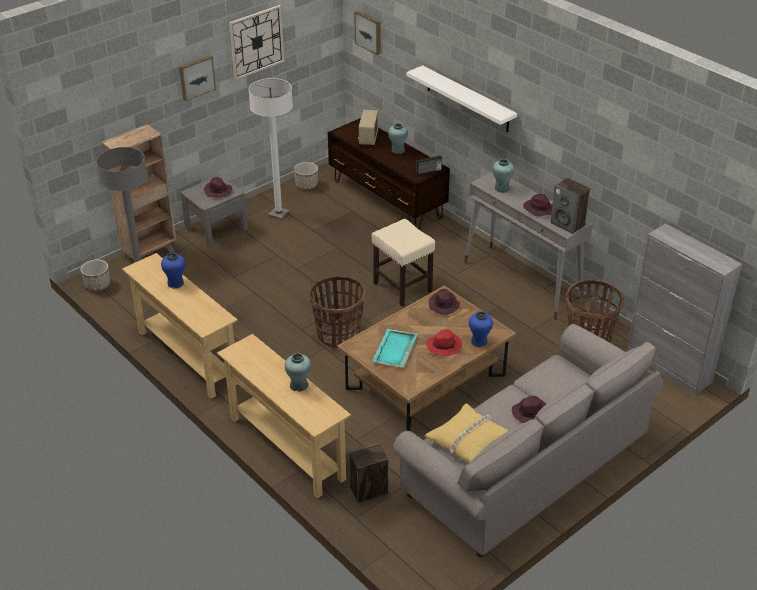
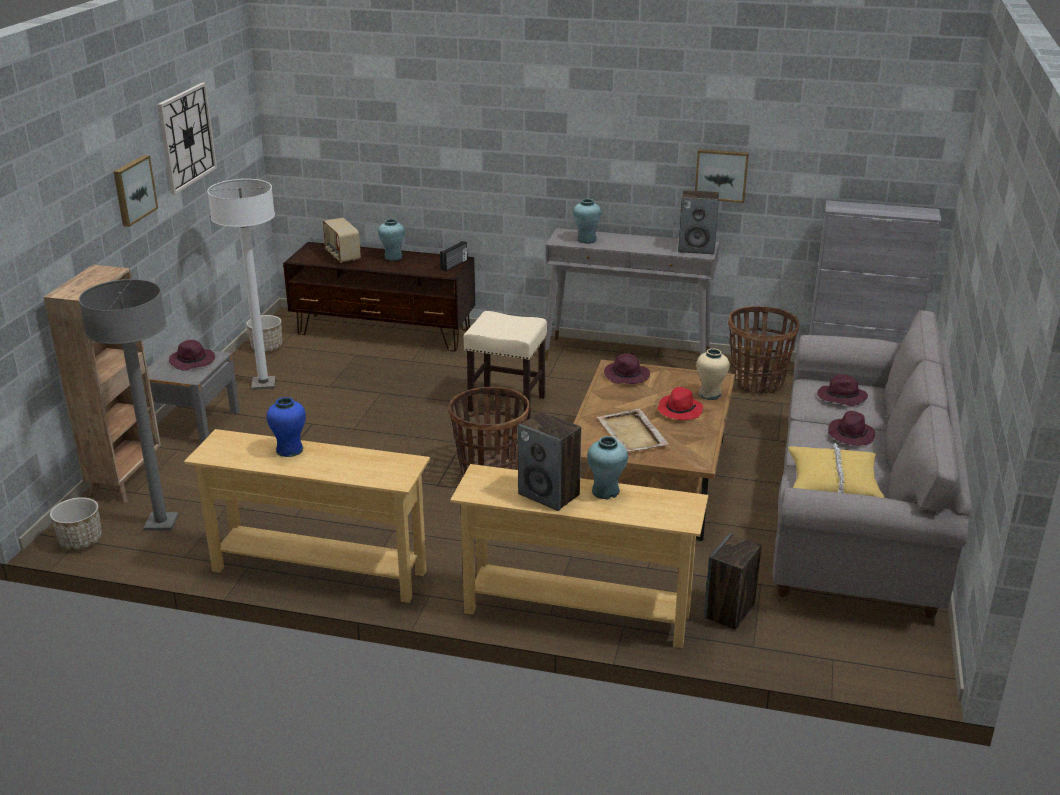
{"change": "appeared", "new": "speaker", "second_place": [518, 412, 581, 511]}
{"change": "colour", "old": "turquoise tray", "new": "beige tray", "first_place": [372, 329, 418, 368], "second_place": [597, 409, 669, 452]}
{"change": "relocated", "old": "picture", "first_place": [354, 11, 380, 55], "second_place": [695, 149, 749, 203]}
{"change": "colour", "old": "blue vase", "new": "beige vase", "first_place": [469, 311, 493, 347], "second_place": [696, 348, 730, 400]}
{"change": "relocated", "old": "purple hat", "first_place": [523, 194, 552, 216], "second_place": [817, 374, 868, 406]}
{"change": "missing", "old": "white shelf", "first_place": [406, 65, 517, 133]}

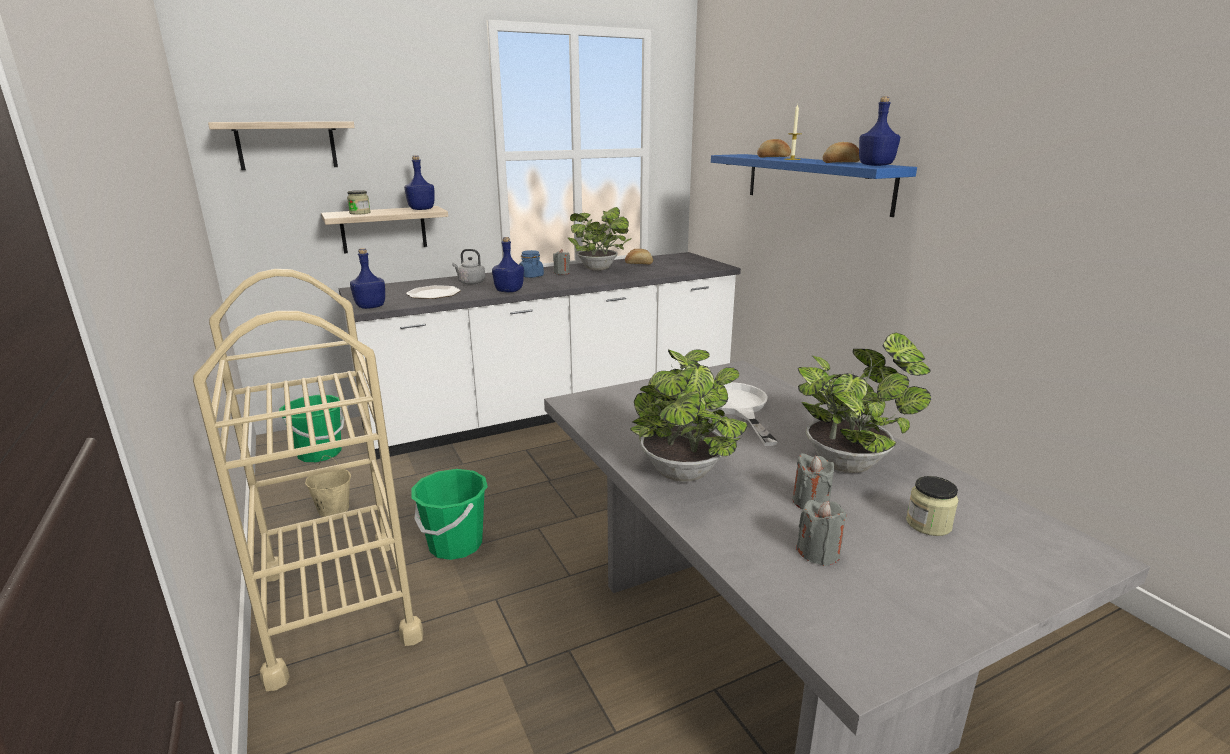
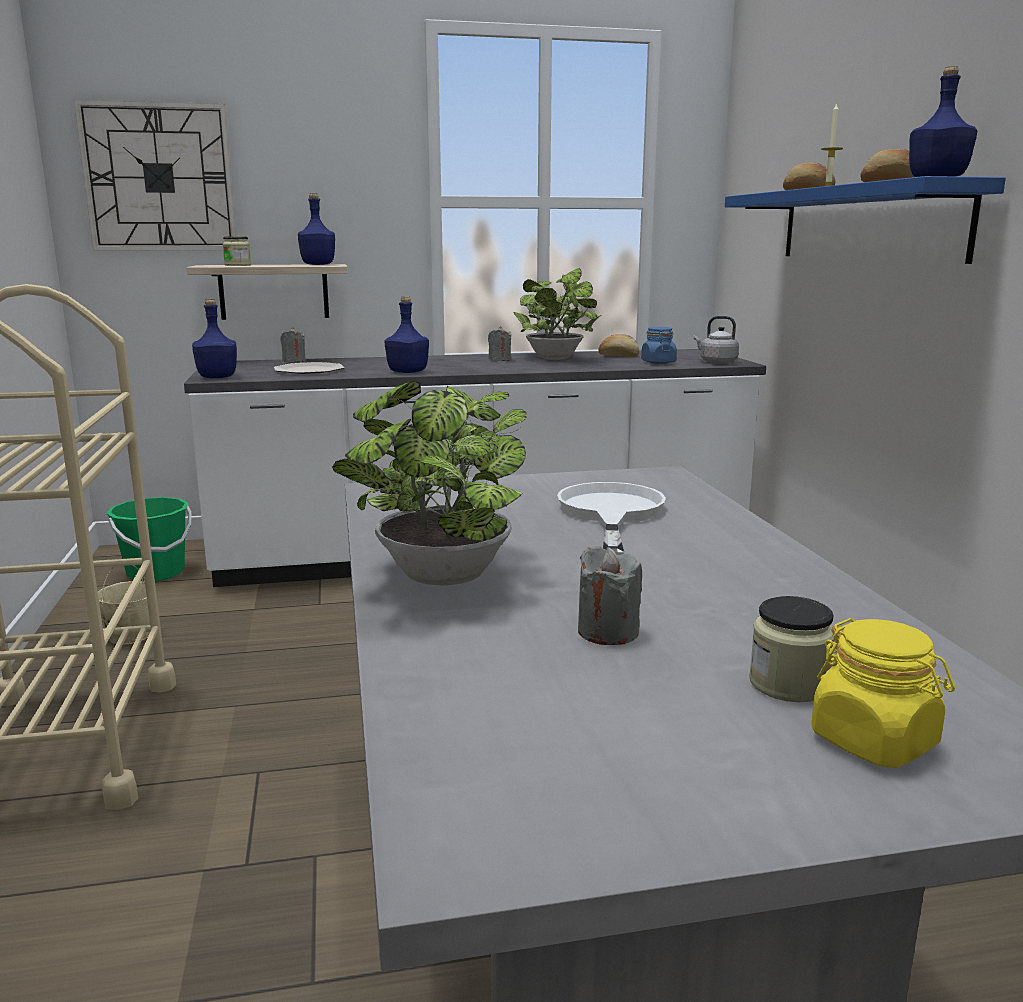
{"change": "exchanged", "old": "shelf", "new": "wall clock", "first_place": [208, 121, 355, 170], "second_place": [73, 100, 237, 251]}
{"change": "relocated", "old": "grey candle", "first_place": [796, 500, 847, 566], "second_place": [281, 327, 306, 362]}
{"change": "relocated", "old": "blue jar", "first_place": [519, 250, 544, 278], "second_place": [641, 327, 677, 364]}
{"change": "relocated", "old": "grey kettle", "first_place": [452, 249, 485, 285], "second_place": [694, 316, 739, 364]}
{"change": "appeared", "new": "yellow jar", "second_place": [812, 618, 955, 768]}
{"change": "missing", "old": "green bucket", "first_place": [411, 469, 488, 560]}
{"change": "missing", "old": "potted plant", "first_place": [798, 333, 931, 473]}

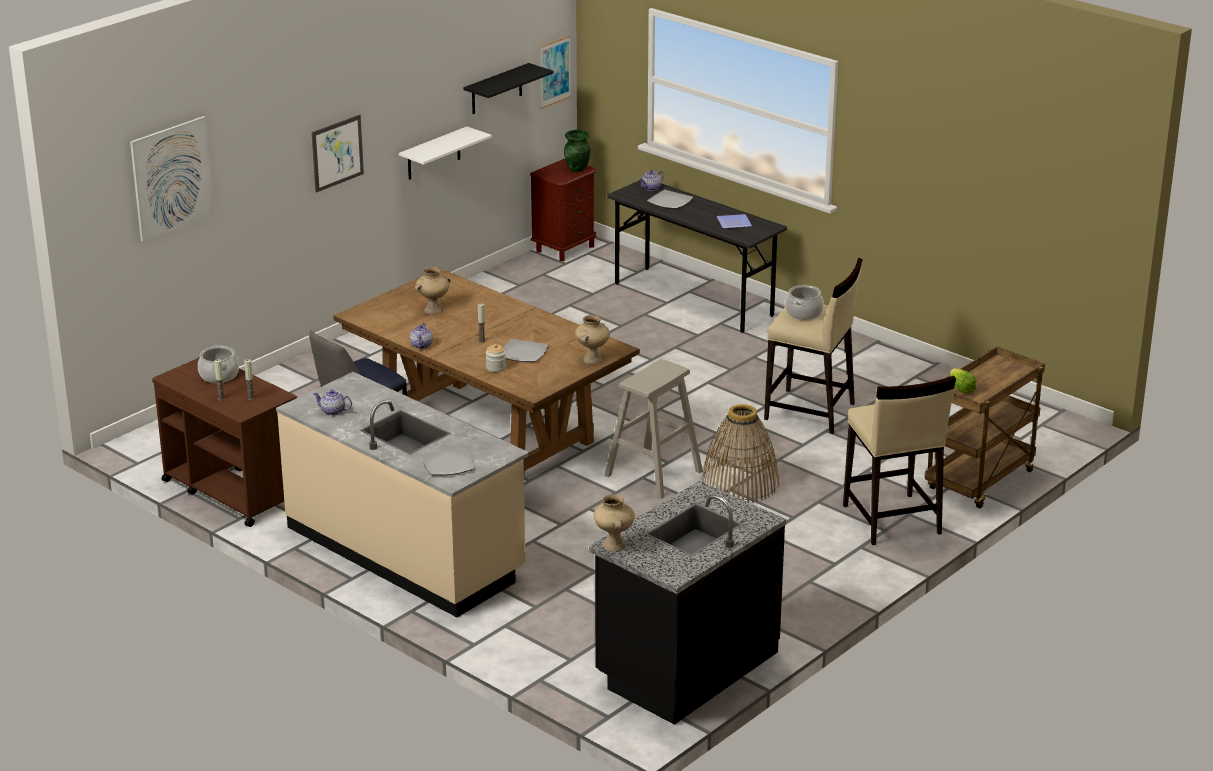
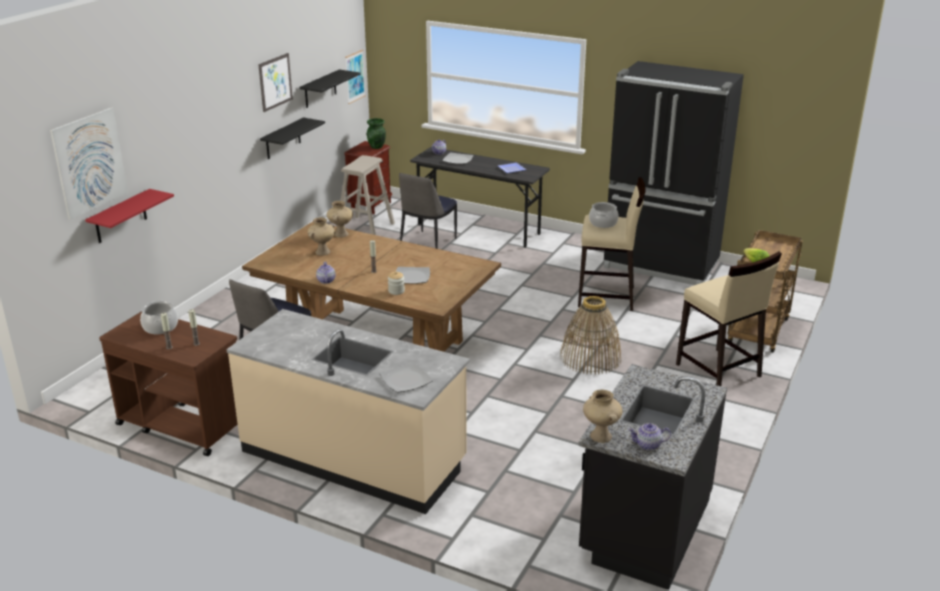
{"change": "appeared", "new": "red shelf", "second_place": [85, 189, 174, 243]}
{"change": "relocated", "old": "picture", "first_place": [311, 115, 364, 193], "second_place": [258, 53, 293, 112]}
{"change": "colour", "old": "white shelf", "new": "black shelf", "first_place": [399, 126, 492, 180], "second_place": [260, 117, 325, 159]}
{"change": "relocated", "old": "beige vase", "first_place": [575, 315, 610, 364], "second_place": [327, 201, 353, 238]}
{"change": "relocated", "old": "beige stool", "first_place": [604, 359, 703, 499], "second_place": [340, 155, 395, 235]}
{"change": "appeared", "new": "chair", "second_place": [399, 173, 457, 249]}
{"change": "appeared", "new": "black fridge", "second_place": [604, 61, 744, 285]}
{"change": "relocated", "old": "teapot", "first_place": [313, 390, 352, 416], "second_place": [628, 423, 671, 450]}

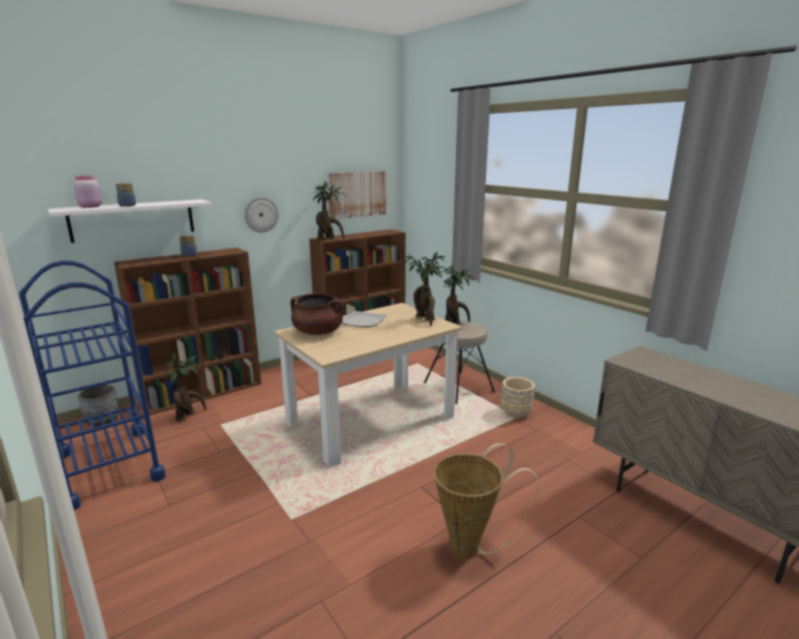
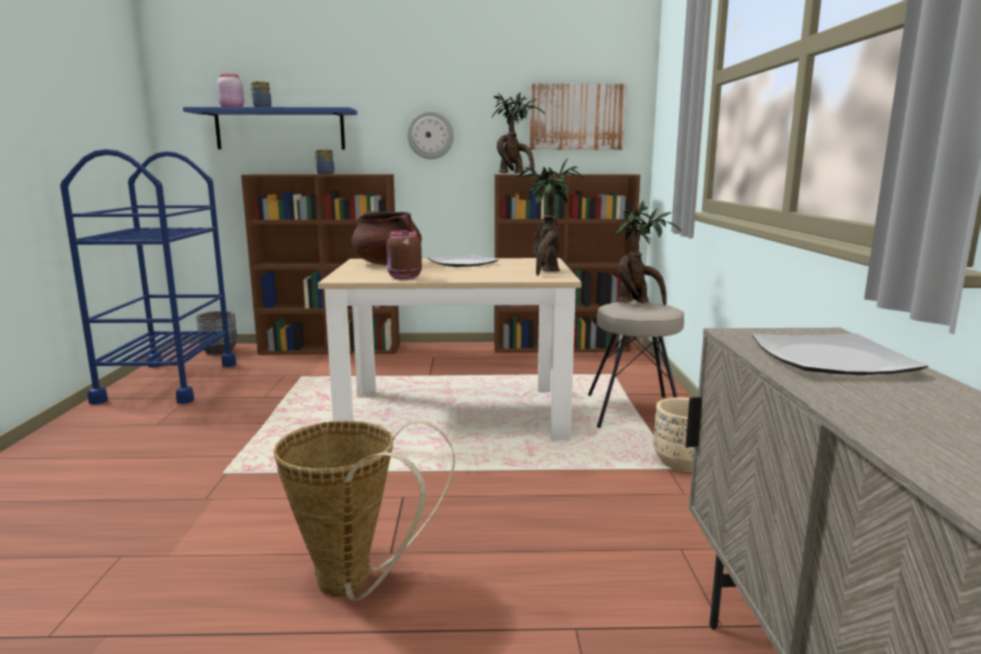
{"change": "colour", "old": "white shelf", "new": "blue shelf", "first_place": [48, 199, 212, 243], "second_place": [183, 107, 357, 149]}
{"change": "appeared", "new": "brown jar", "second_place": [386, 230, 422, 280]}
{"change": "appeared", "new": "plate", "second_place": [752, 333, 928, 375]}
{"change": "missing", "old": "potted plant", "first_place": [162, 353, 206, 421]}

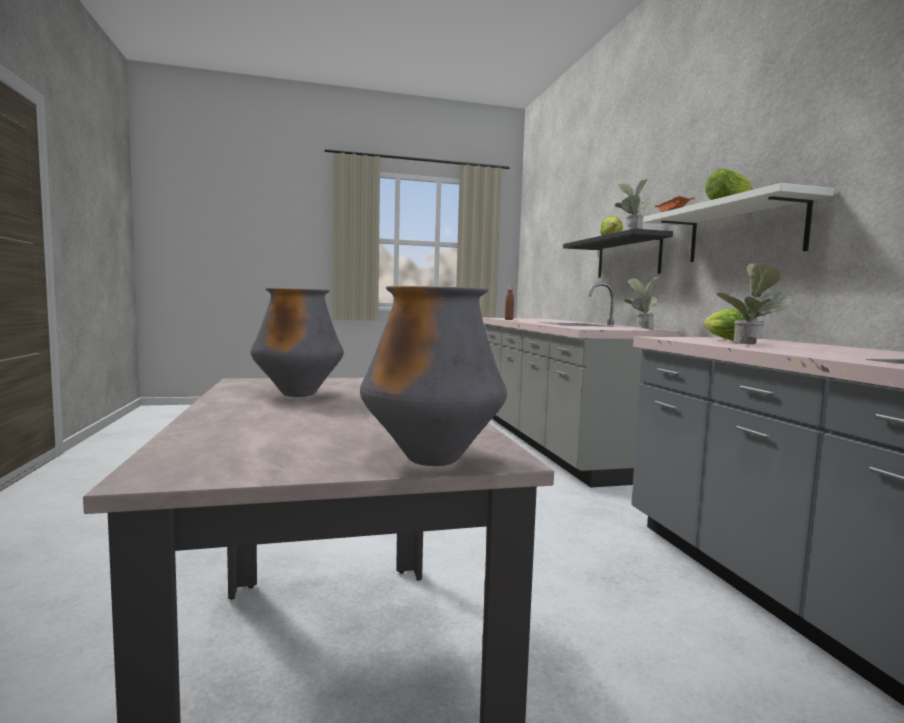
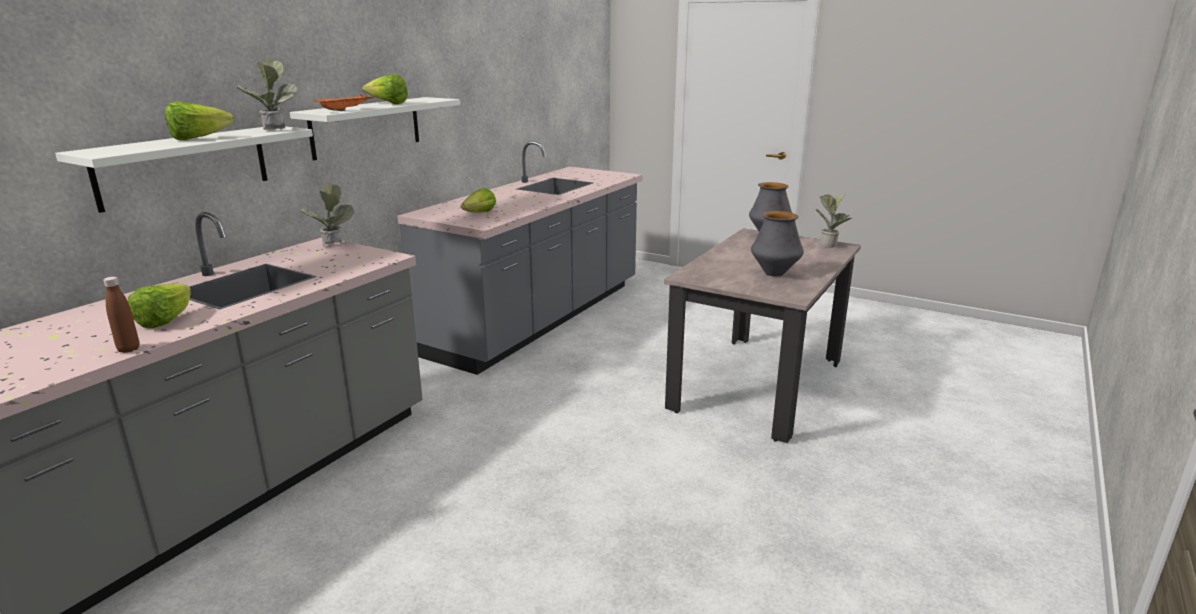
{"change": "colour", "old": "black shelf", "new": "white shelf", "first_place": [563, 229, 673, 278], "second_place": [55, 127, 313, 213]}
{"change": "appeared", "new": "lettuce", "second_place": [128, 283, 191, 329]}
{"change": "relocated", "old": "potted plant", "first_place": [716, 263, 793, 345], "second_place": [816, 194, 853, 248]}

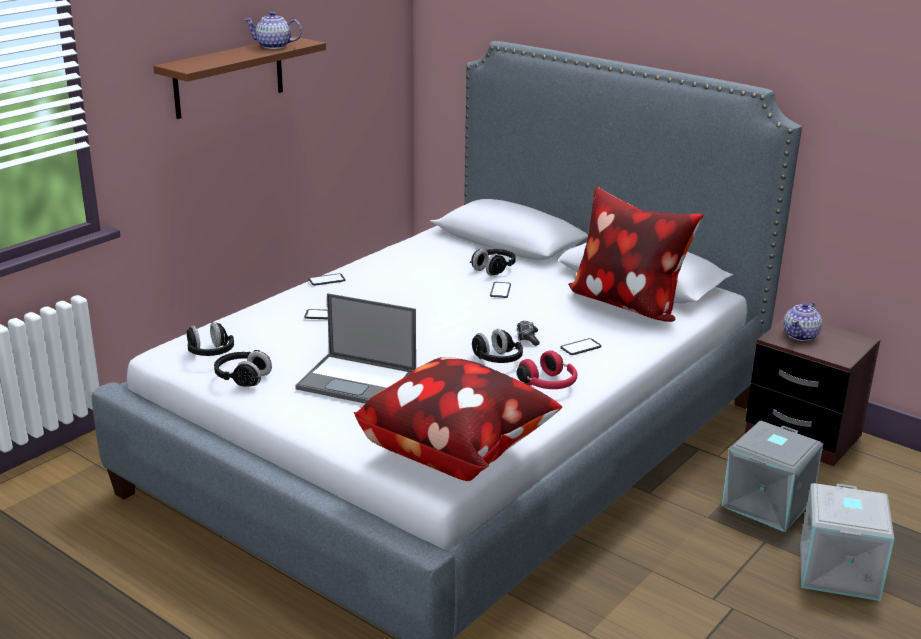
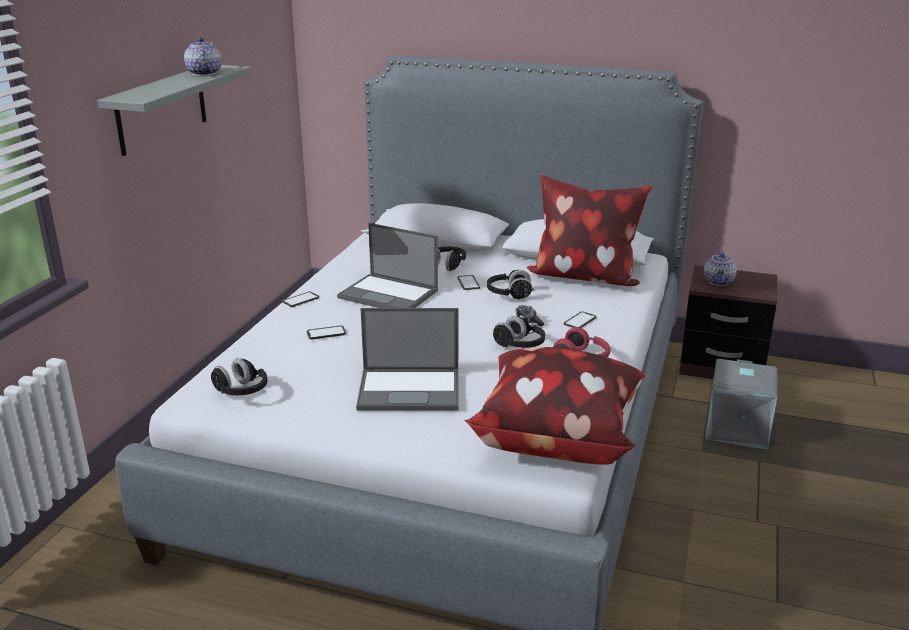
{"change": "colour", "old": "brown shelf", "new": "grey shelf", "first_place": [153, 36, 326, 119], "second_place": [97, 65, 251, 156]}
{"change": "spun", "old": "teapot", "first_place": [244, 11, 302, 49], "second_place": [184, 37, 222, 76], "degrees": 90}
{"change": "appeared", "new": "laptop", "second_place": [337, 223, 438, 308]}
{"change": "relocated", "old": "black headphones", "first_place": [214, 350, 272, 387], "second_place": [487, 270, 534, 299]}
{"change": "missing", "old": "grey storage box", "first_place": [800, 483, 894, 601]}

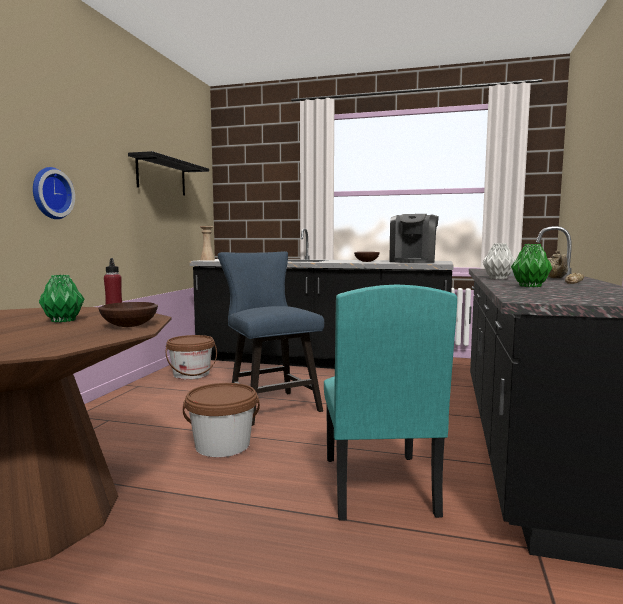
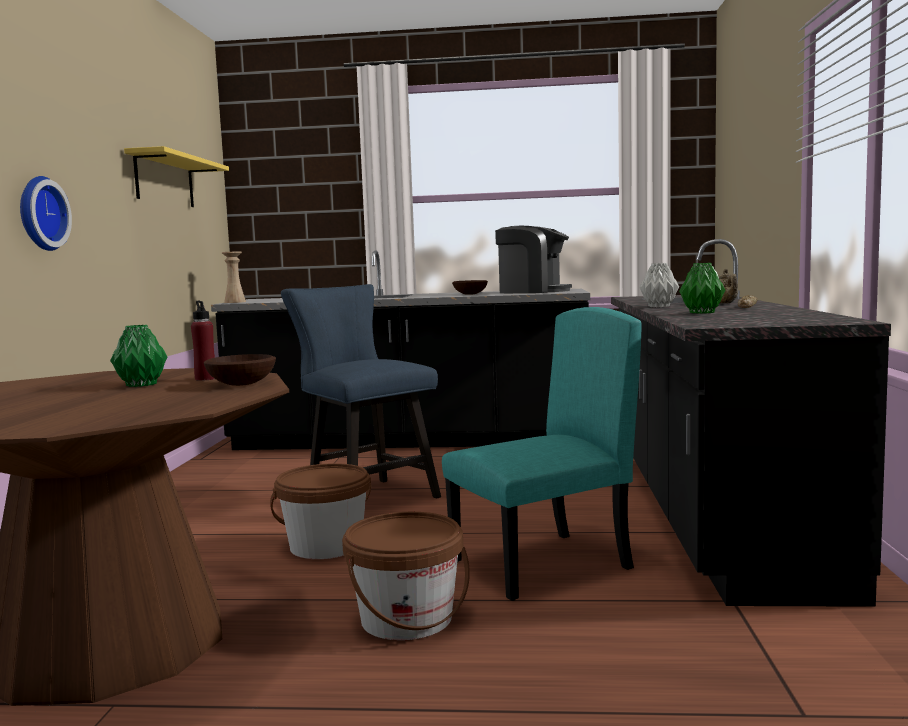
{"change": "colour", "old": "black shelf", "new": "yellow shelf", "first_place": [128, 151, 209, 196], "second_place": [124, 146, 229, 207]}
{"change": "relocated", "old": "brown bucket", "first_place": [166, 335, 217, 380], "second_place": [342, 512, 470, 640]}
{"change": "spun", "old": "turquoise chair", "first_place": [324, 284, 457, 521], "second_place": [442, 307, 642, 601], "degrees": -105}
{"change": "spun", "old": "coffee machine", "first_place": [389, 214, 439, 263], "second_place": [495, 226, 572, 293], "degrees": -75}

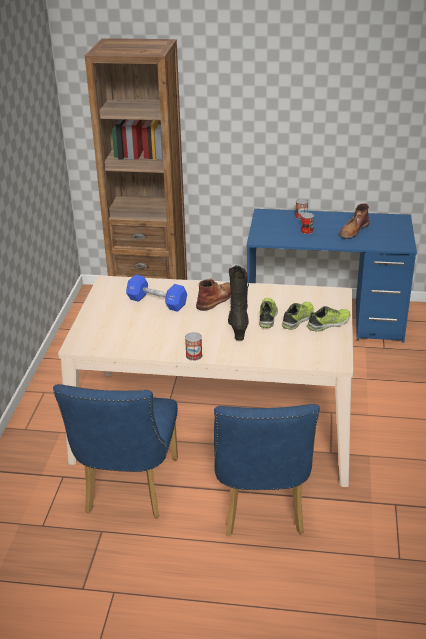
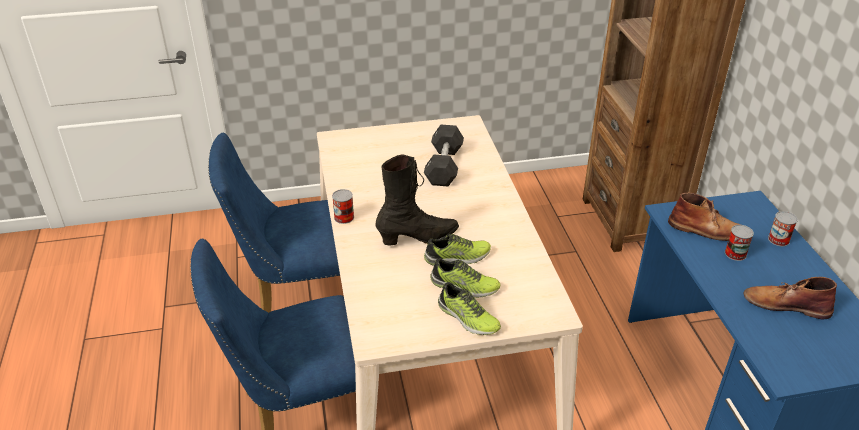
{"change": "colour", "old": "blue dumbbell", "new": "black dumbbell", "first_place": [126, 275, 187, 312], "second_place": [424, 125, 464, 186]}
{"change": "relocated", "old": "brown boot", "first_place": [196, 278, 231, 311], "second_place": [668, 192, 741, 241]}

